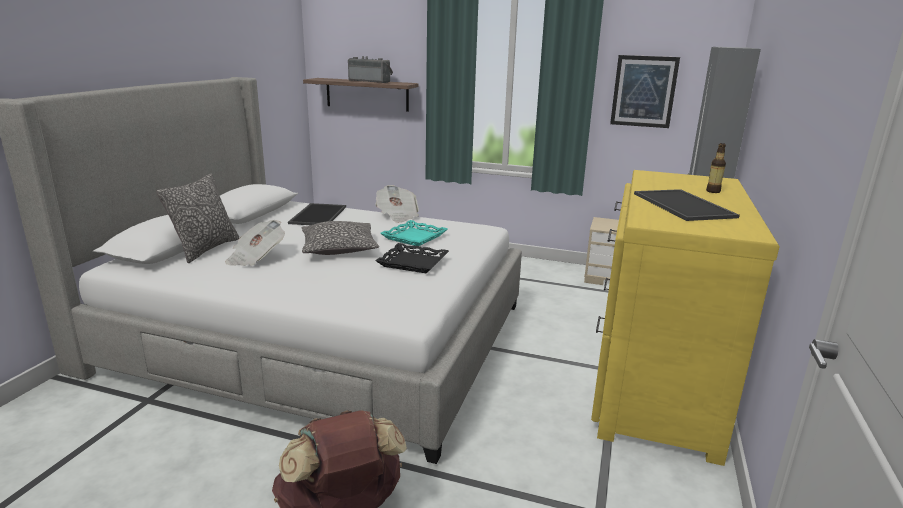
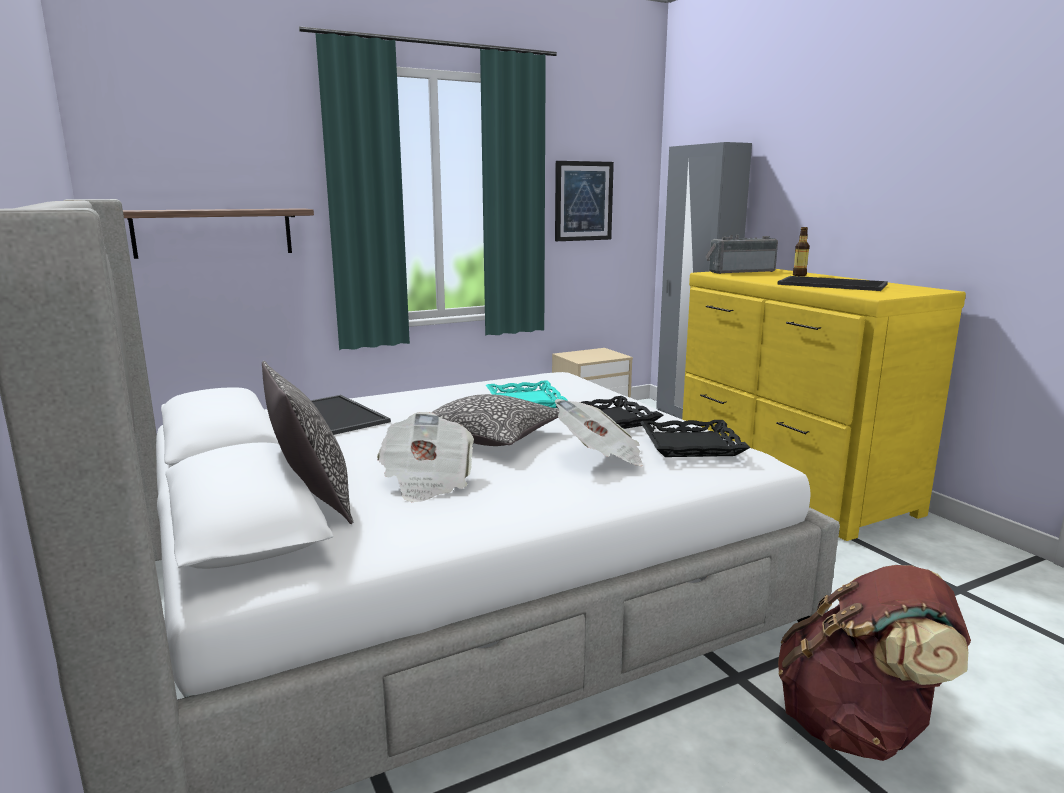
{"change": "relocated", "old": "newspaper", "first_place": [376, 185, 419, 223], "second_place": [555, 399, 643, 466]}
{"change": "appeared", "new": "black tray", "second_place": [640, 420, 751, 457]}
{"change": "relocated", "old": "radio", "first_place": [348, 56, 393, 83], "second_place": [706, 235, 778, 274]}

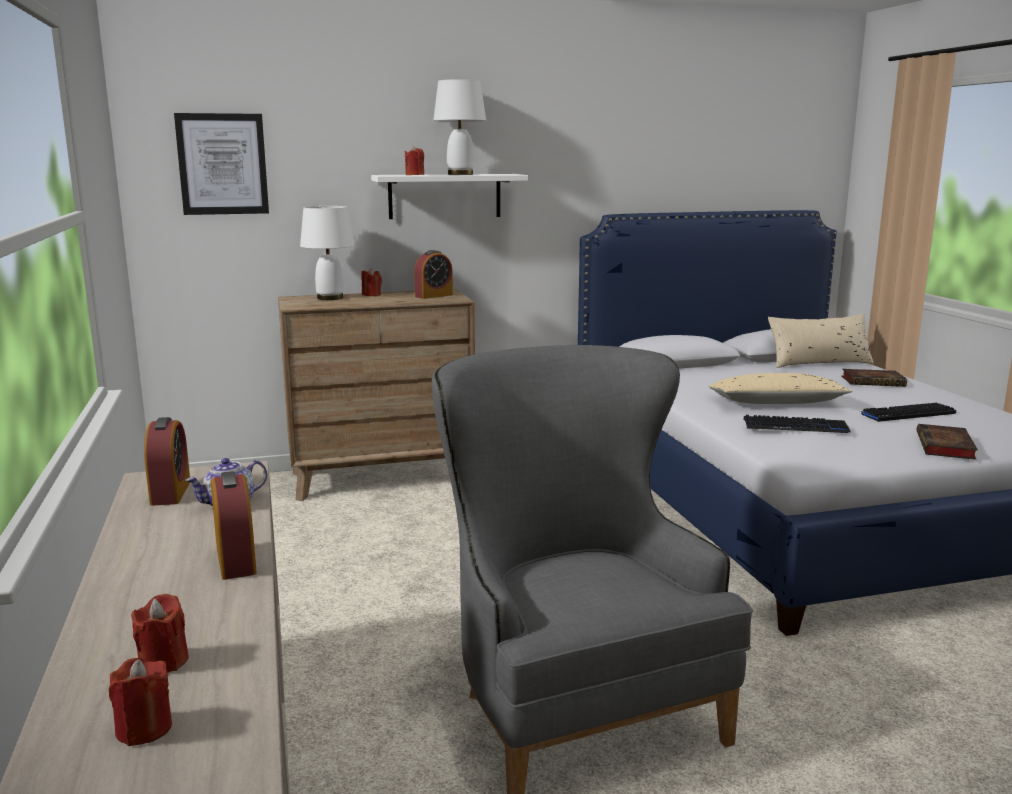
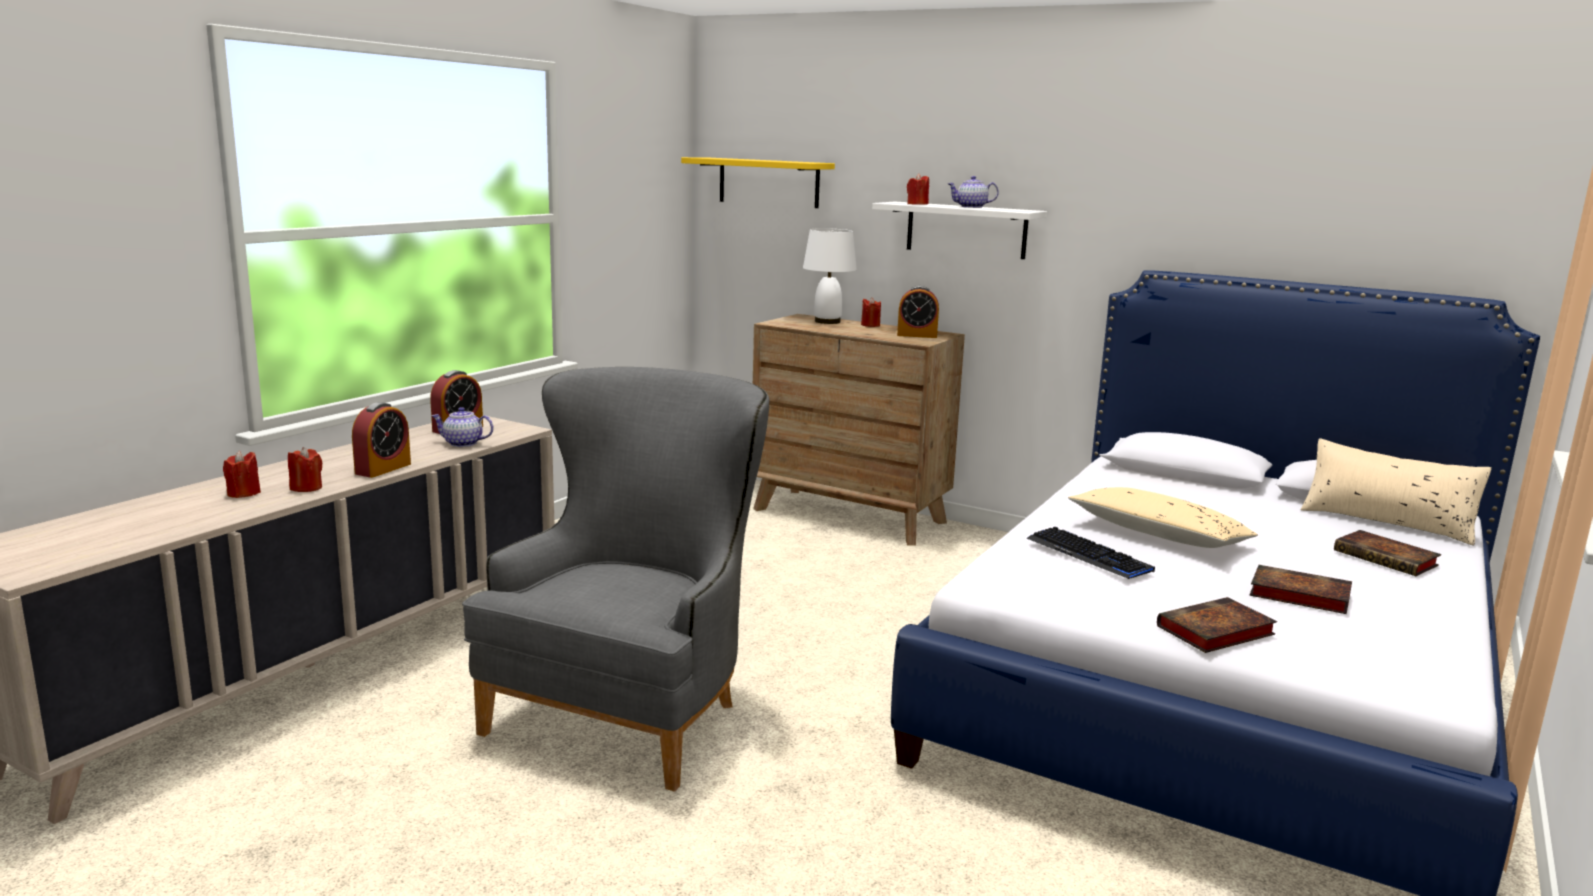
{"change": "relocated", "old": "red candle", "first_place": [109, 658, 172, 746], "second_place": [288, 447, 322, 492]}
{"change": "exchanged", "old": "picture", "new": "yellow shelf", "first_place": [174, 113, 269, 215], "second_place": [681, 157, 835, 208]}
{"change": "exchanged", "old": "white table lamp", "new": "teapot", "first_place": [433, 79, 486, 175], "second_place": [948, 176, 999, 208]}
{"change": "exchanged", "old": "keyboard", "new": "book", "first_place": [860, 403, 956, 422], "second_place": [1249, 565, 1352, 614]}

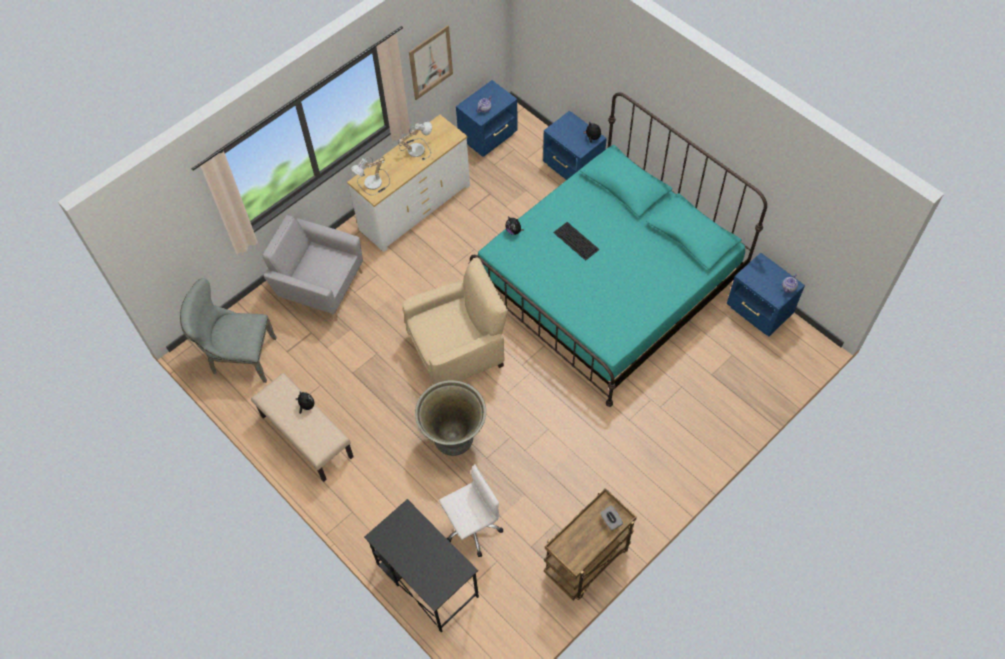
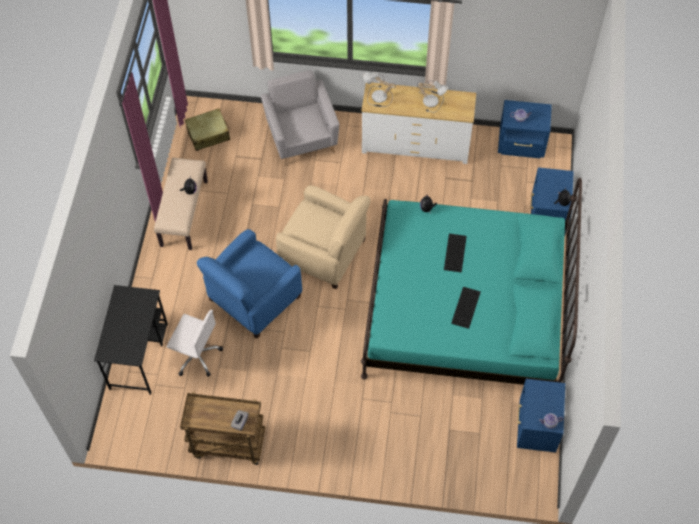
{"change": "exchanged", "old": "grey chair", "new": "beige suitcase", "first_place": [180, 278, 277, 383], "second_place": [185, 108, 230, 151]}
{"change": "exchanged", "old": "grey planter", "new": "blue armchair", "first_place": [415, 380, 486, 456], "second_place": [197, 229, 302, 339]}
{"change": "appeared", "new": "keyboard", "second_place": [451, 287, 481, 329]}
{"change": "missing", "old": "picture", "first_place": [409, 25, 453, 100]}

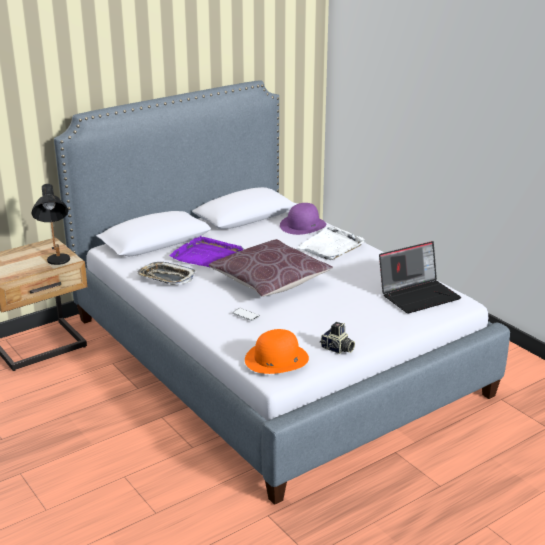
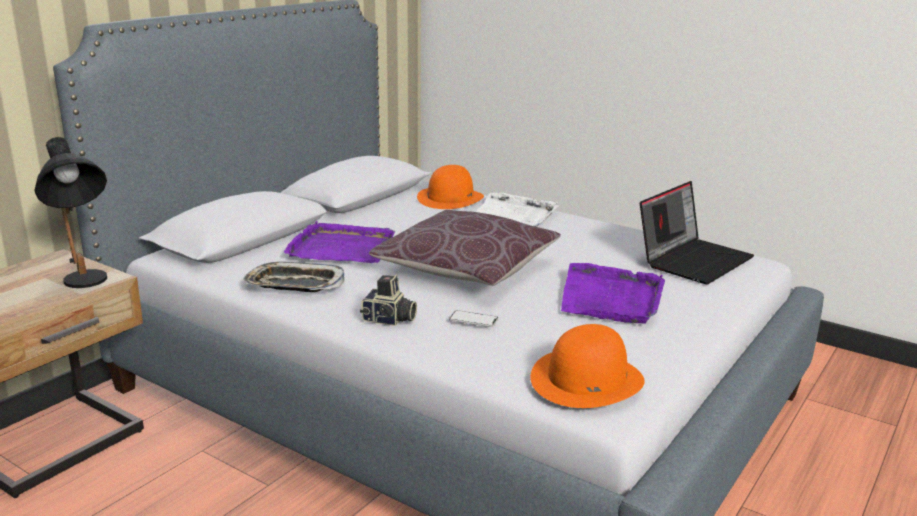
{"change": "relocated", "old": "photo camera", "first_place": [320, 322, 355, 354], "second_place": [360, 274, 417, 326]}
{"change": "colour", "old": "purple hat", "new": "orange hat", "first_place": [280, 203, 326, 235], "second_place": [417, 165, 484, 209]}
{"change": "appeared", "new": "purple tray", "second_place": [561, 263, 665, 323]}

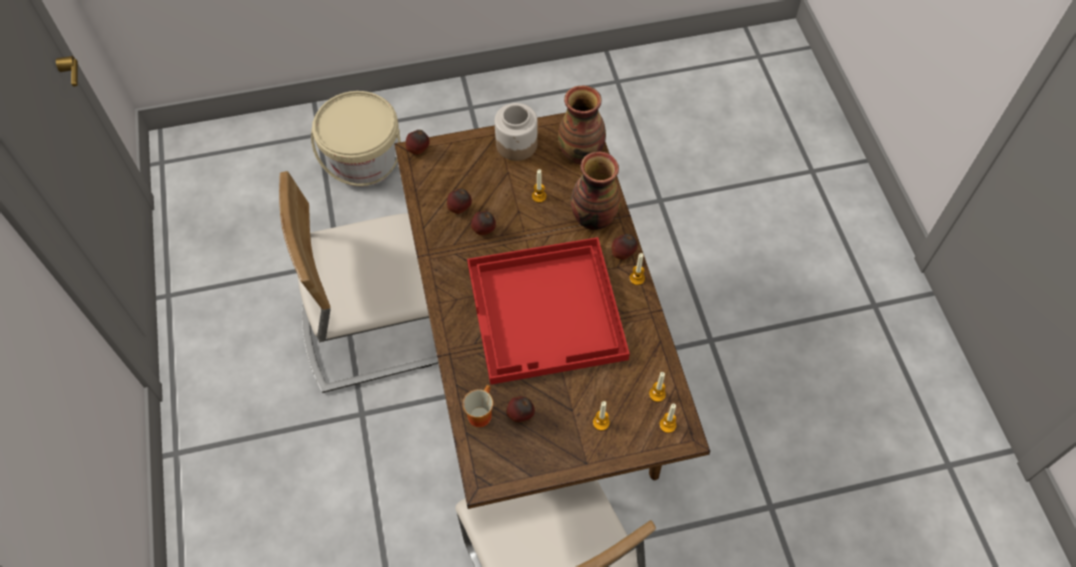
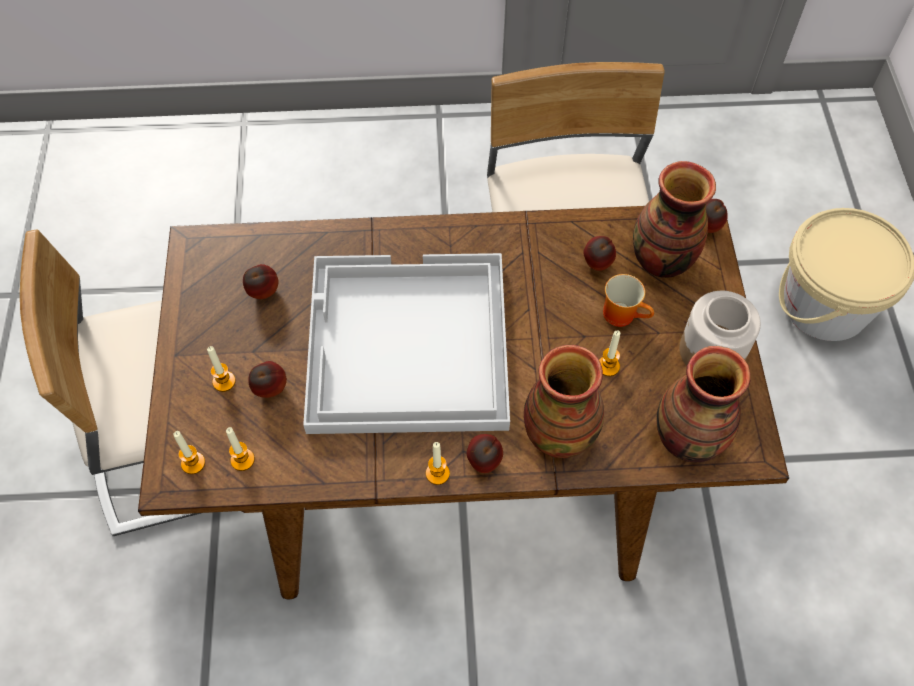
{"change": "relocated", "old": "apple", "first_place": [471, 211, 496, 235], "second_place": [248, 361, 287, 398]}
{"change": "colour", "old": "red tray", "new": "white tray", "first_place": [467, 237, 630, 385], "second_place": [303, 253, 510, 434]}
{"change": "relocated", "old": "mug", "first_place": [463, 385, 493, 427], "second_place": [603, 274, 654, 327]}
{"change": "appeared", "new": "vase", "second_place": [633, 161, 716, 278]}

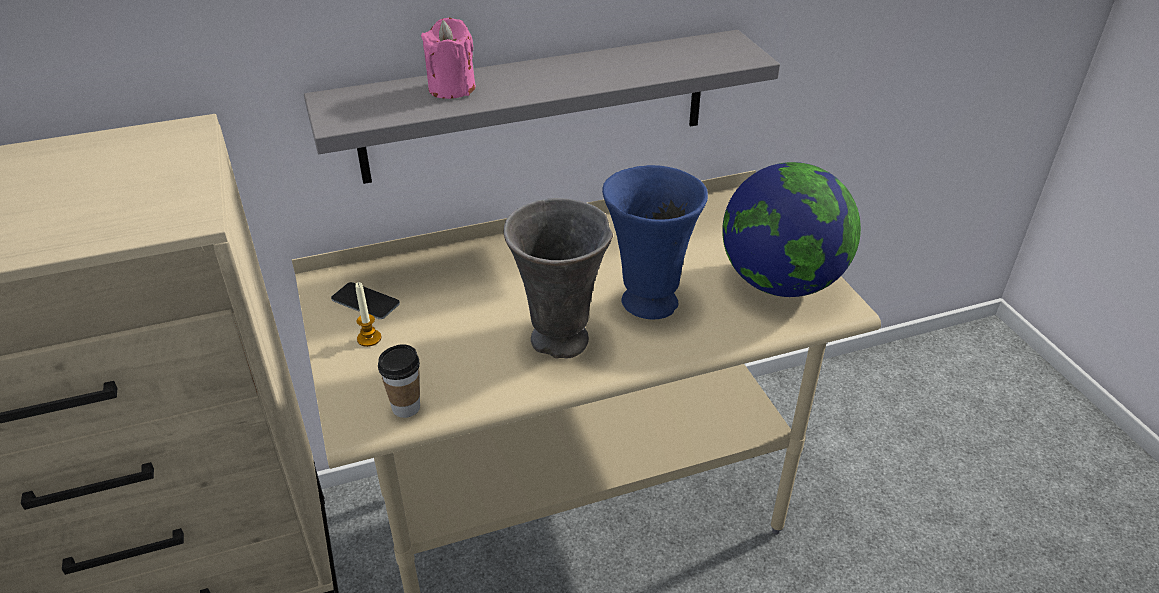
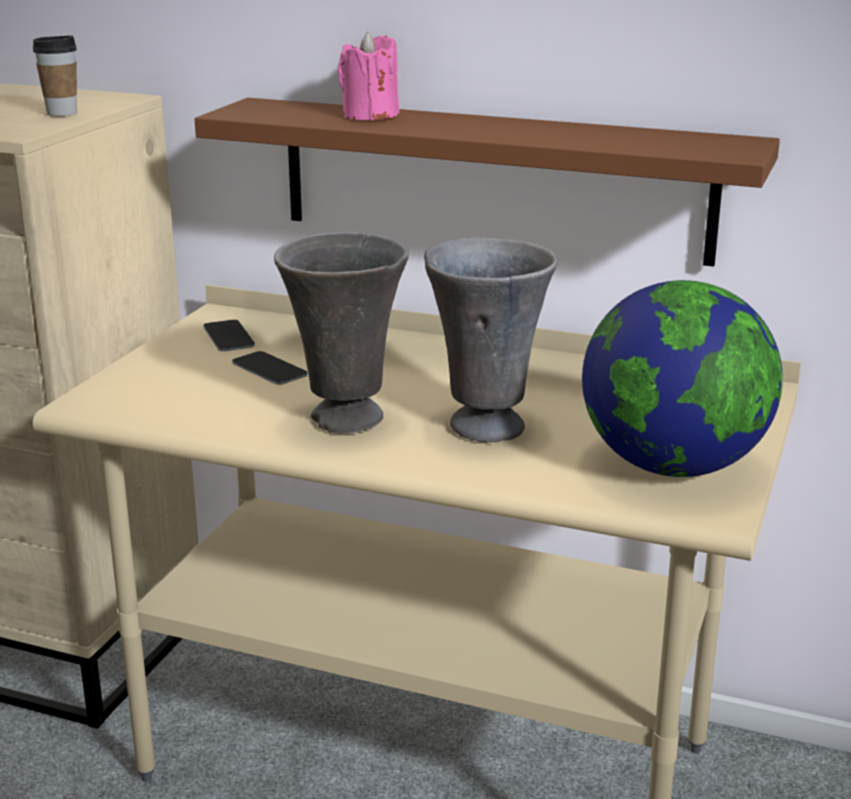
{"change": "relocated", "old": "cup", "first_place": [378, 344, 420, 418], "second_place": [32, 35, 77, 116]}
{"change": "colour", "old": "grey shelf", "new": "brown shelf", "first_place": [304, 30, 780, 184], "second_place": [195, 98, 780, 267]}
{"change": "appeared", "new": "phone", "second_place": [232, 351, 308, 385]}
{"change": "colour", "old": "blue vase", "new": "grey vase", "first_place": [602, 165, 708, 320], "second_place": [424, 237, 558, 443]}
{"change": "missing", "old": "candle", "first_place": [355, 282, 381, 347]}

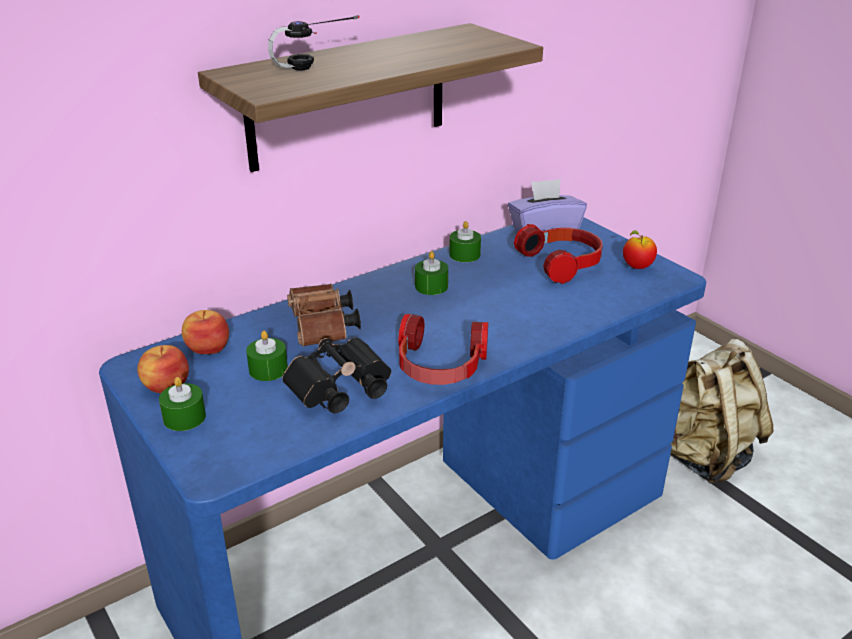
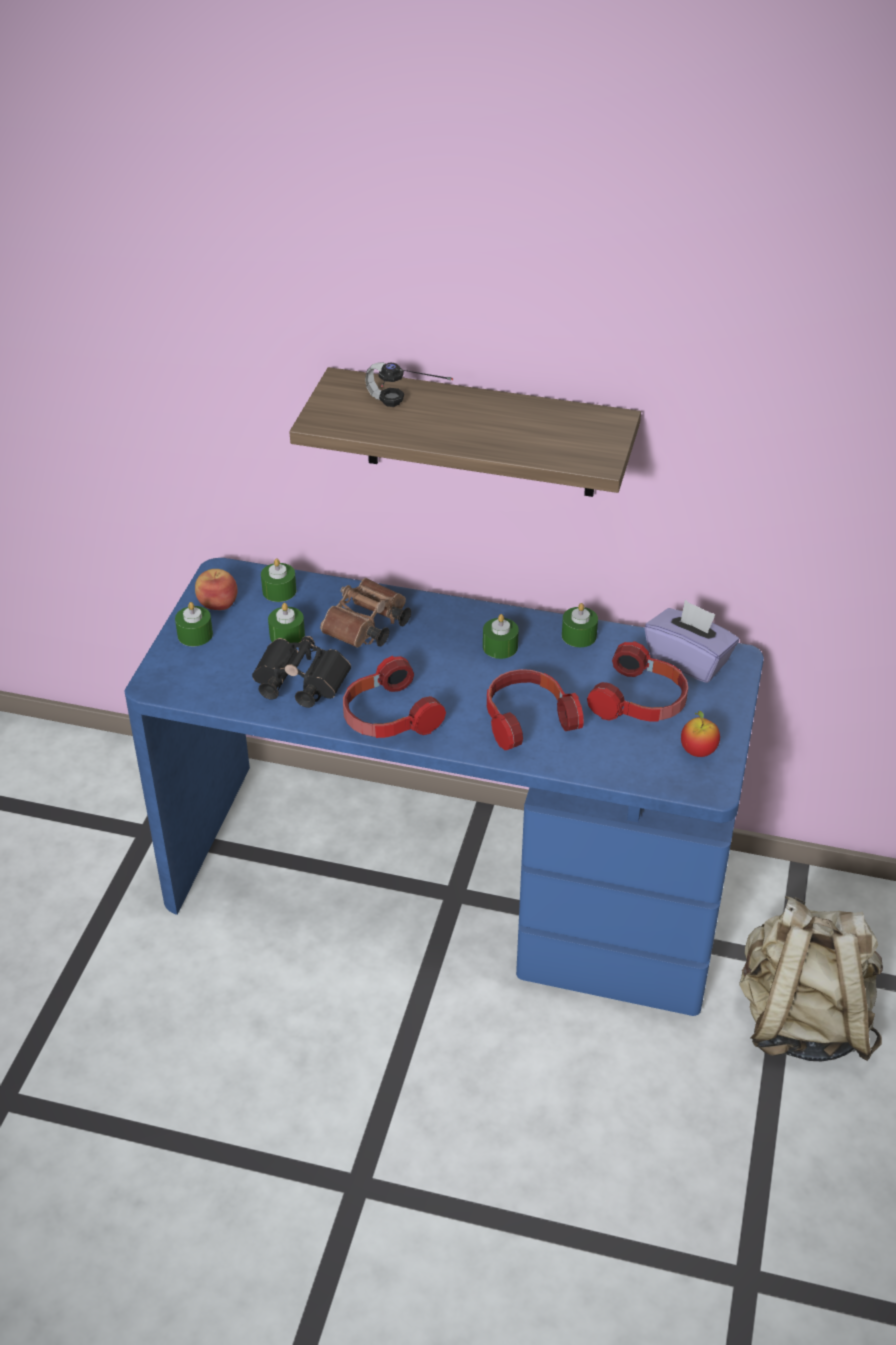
{"change": "exchanged", "old": "apple", "new": "green candle", "first_place": [182, 310, 229, 354], "second_place": [261, 559, 297, 602]}
{"change": "appeared", "new": "headphones", "second_place": [487, 669, 584, 750]}

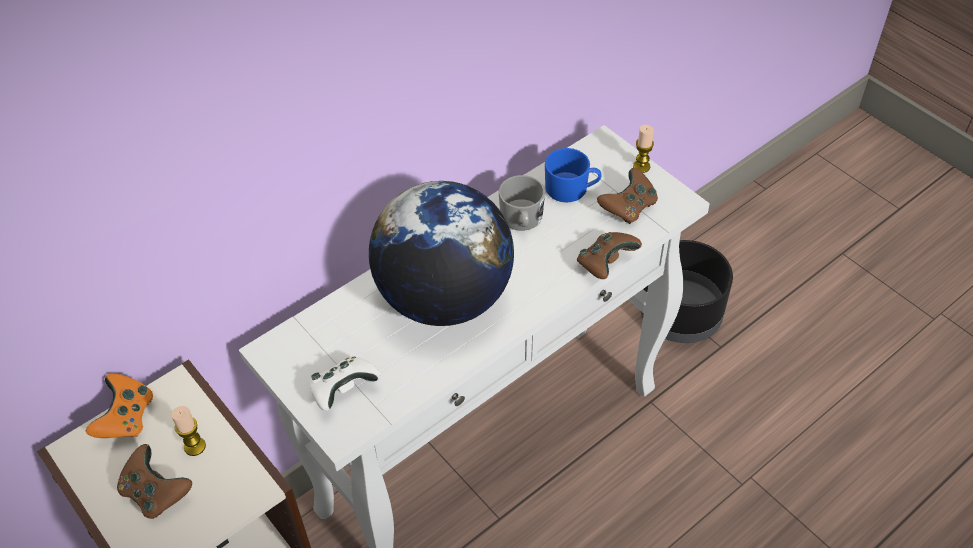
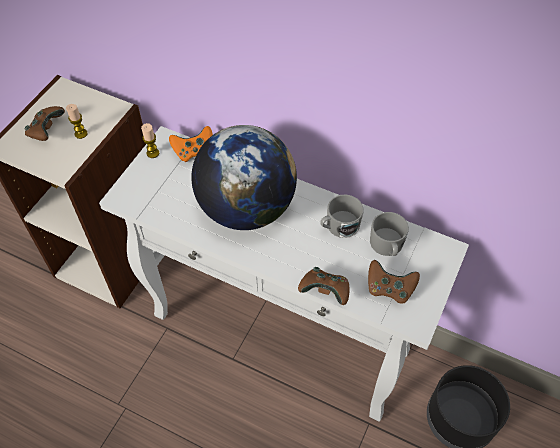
{"change": "relocated", "old": "candle", "first_place": [633, 125, 654, 173], "second_place": [141, 123, 159, 158]}
{"change": "relocated", "old": "orange game controller", "first_place": [86, 373, 153, 438], "second_place": [169, 126, 213, 162]}
{"change": "colour", "old": "blue mug", "new": "grey mug", "first_place": [545, 148, 602, 202], "second_place": [370, 212, 409, 256]}
{"change": "missing", "old": "white game controller", "first_place": [310, 356, 381, 411]}

